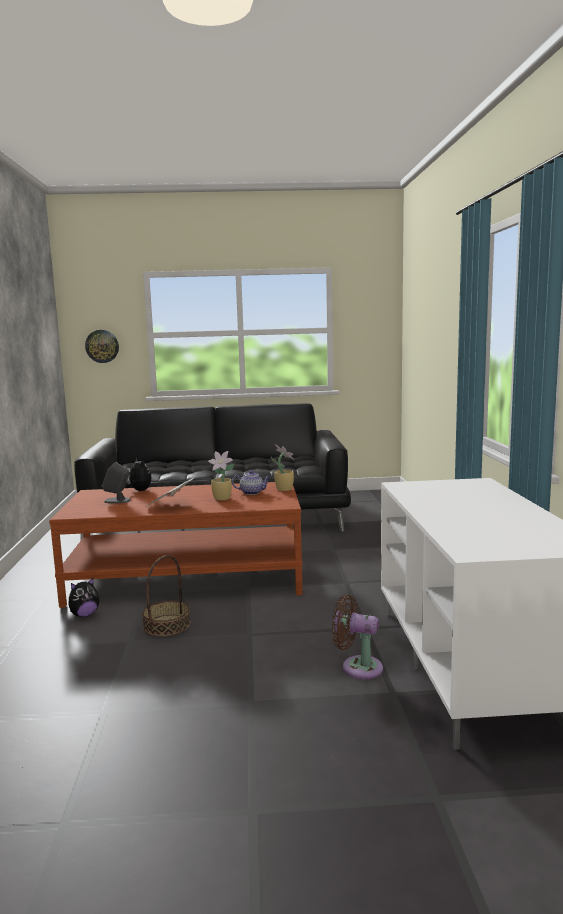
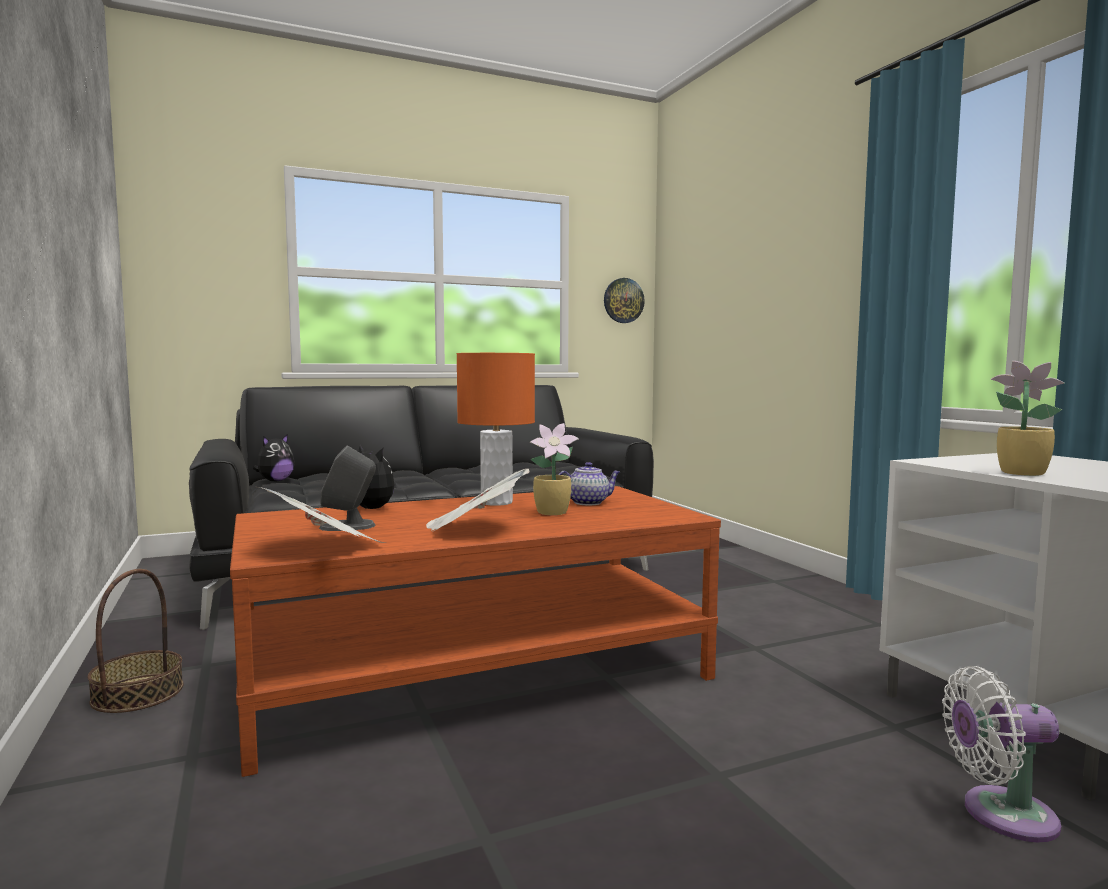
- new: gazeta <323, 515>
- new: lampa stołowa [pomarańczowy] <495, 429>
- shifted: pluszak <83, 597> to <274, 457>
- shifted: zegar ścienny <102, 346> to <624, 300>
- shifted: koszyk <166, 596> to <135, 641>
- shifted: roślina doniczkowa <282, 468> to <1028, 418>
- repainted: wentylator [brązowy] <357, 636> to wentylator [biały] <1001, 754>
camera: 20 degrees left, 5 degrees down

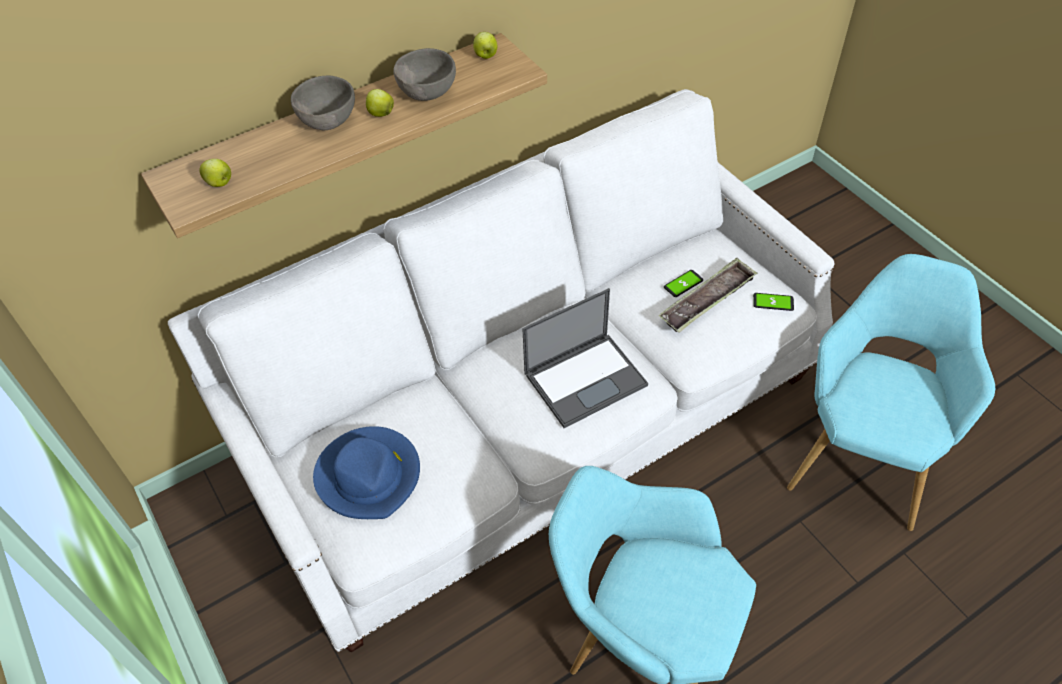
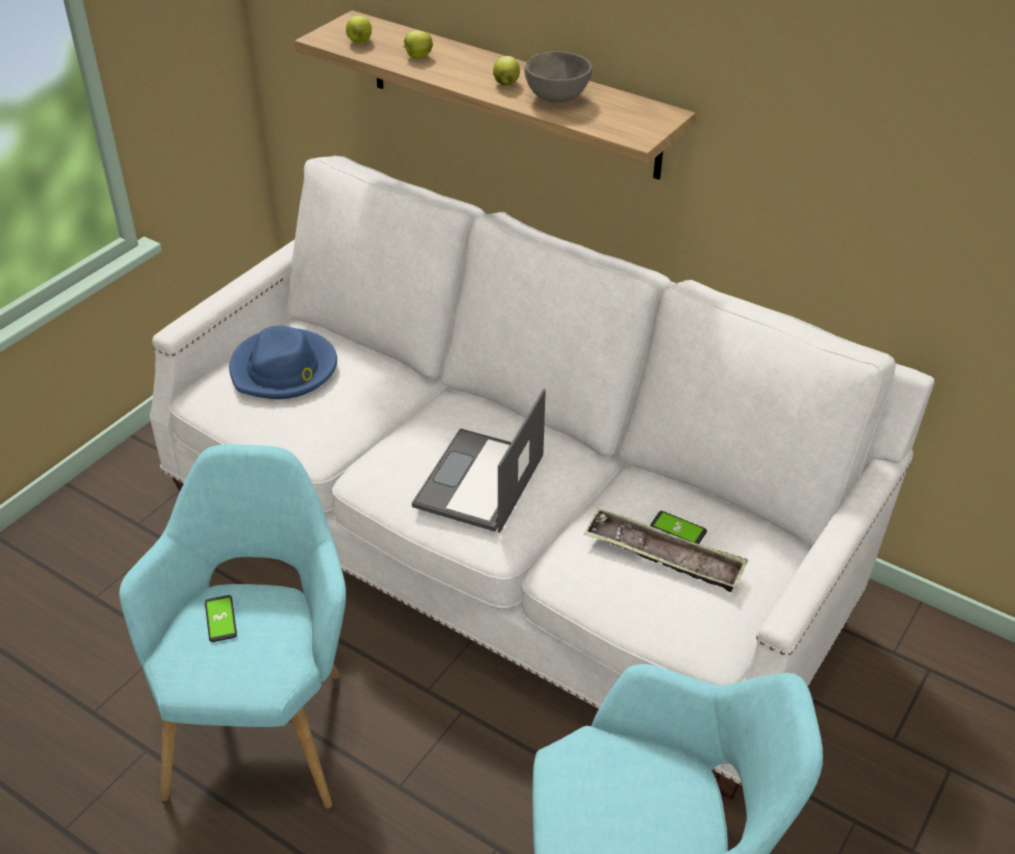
- gone: miska [szary] <323, 103>
- shifted: jabłko <485, 45> to <418, 44>
- shifted: telefon <773, 302> to <221, 618>
- rotated: laptop <585, 358> = <479, 460> 75 degrees clockwise
camera: 65 degrees right, 10 degrees down

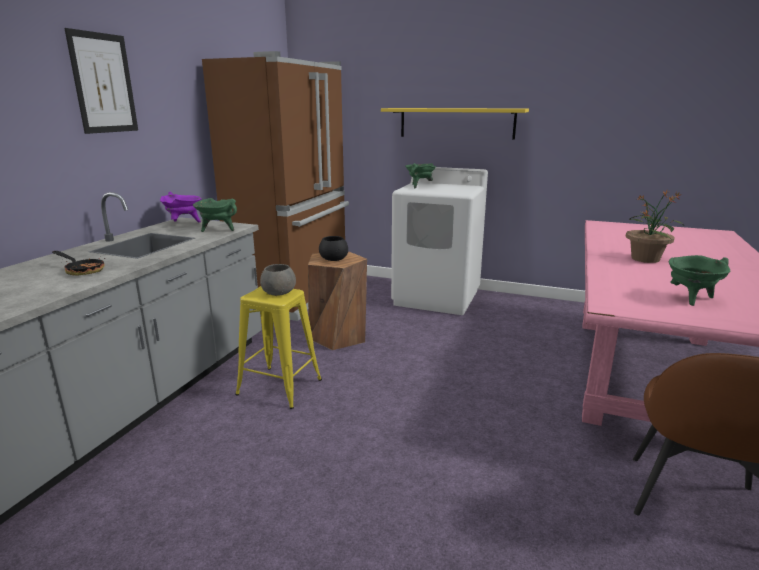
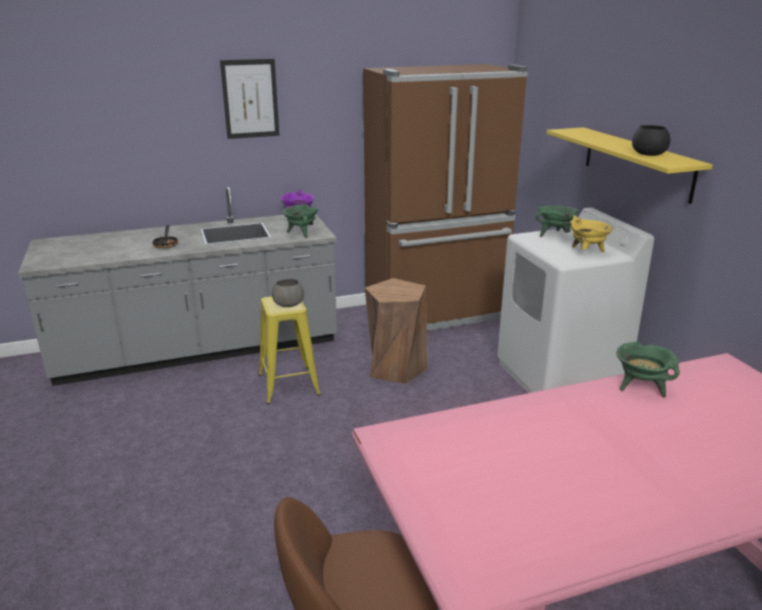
- gone: roślina doniczkowa <654, 226>
- new: garnek [żółty] <592, 233>
- shifted: miska [czarny] <333, 248> to <651, 140>
- shifted: garnek [zielony] <699, 280> to <648, 369>
camera: 50 degrees right, 5 degrees up

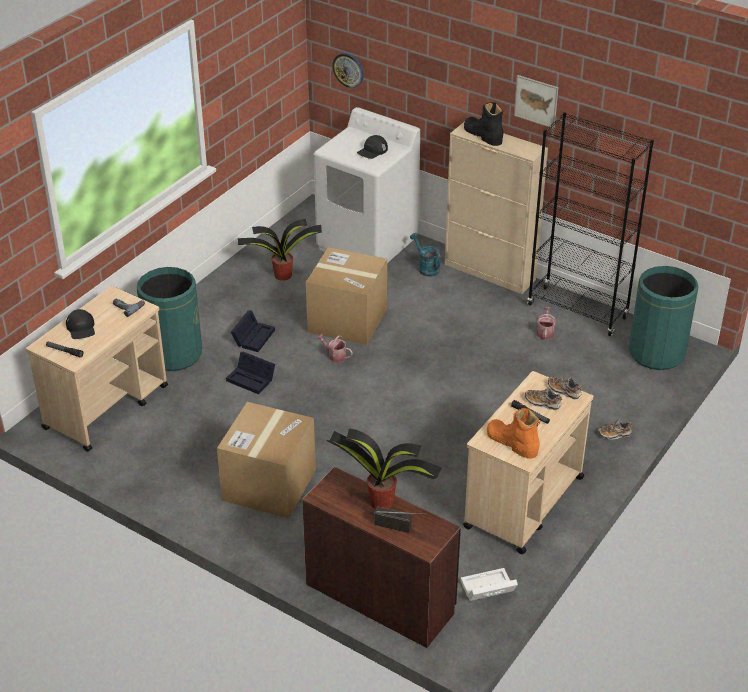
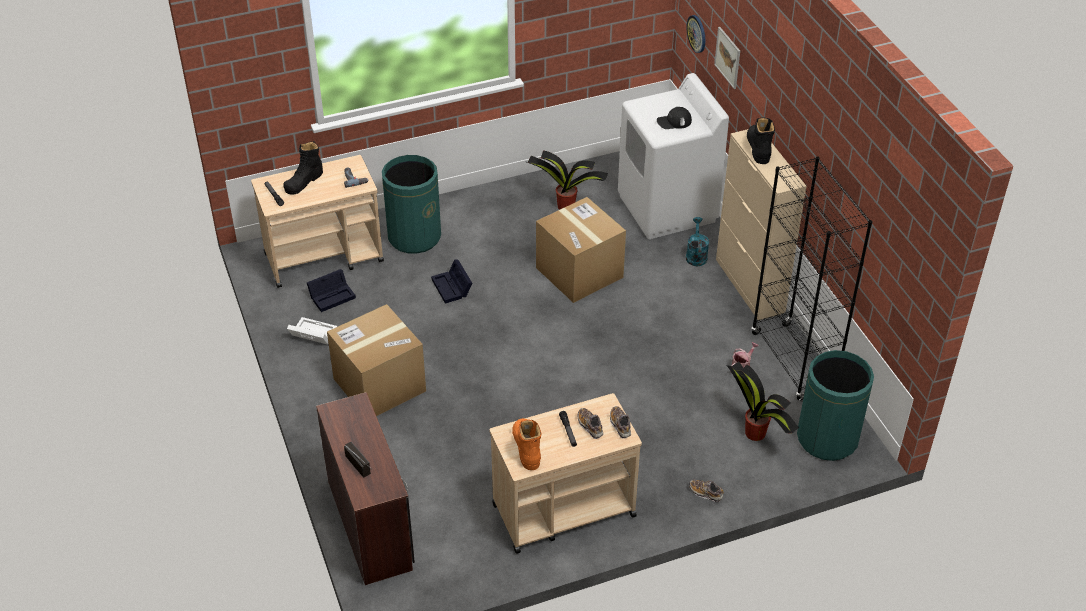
- gone: konewka <334, 348>
- shifted: pojemnik do przechowywania [czarny] <253, 331> to <331, 290>
- shifted: roślina doniczkowa <383, 468> to <763, 401>
- shifted: pojemnik do przechowywania [biały] <489, 584> to <312, 331>
- shifted: obraz <536, 102> to <727, 58>
- swapped: czapka z daszkiem [czarny] <80, 324> to but z cholewką [czarny] <303, 168>
camera: 35 degrees right, 5 degrees up

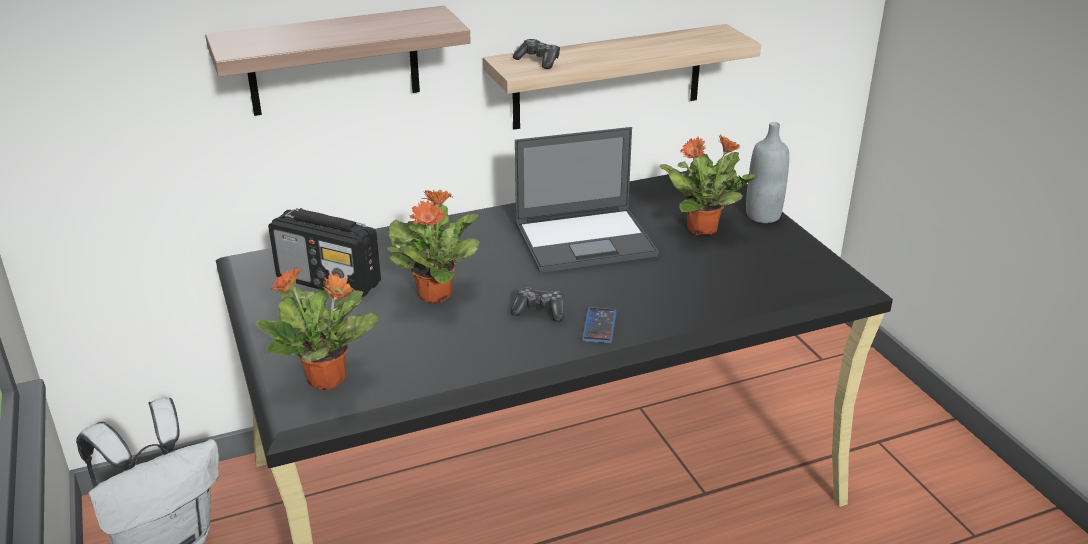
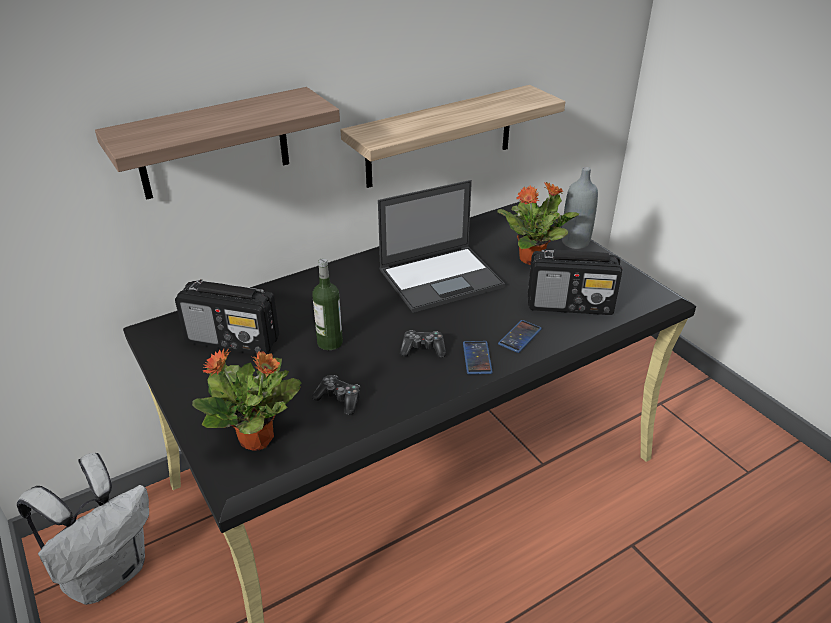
- new: telefon <520, 336>
- new: radio <575, 282>
- shifted: pad do gier <536, 54> to <336, 395>
- swapped: roślina doniczkowa <433, 246> to butelka <327, 304>
camera: 10 degrees left, 5 degrees up

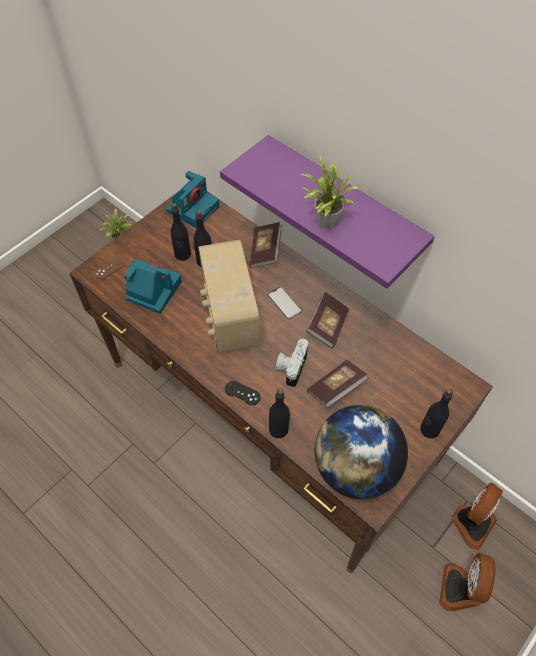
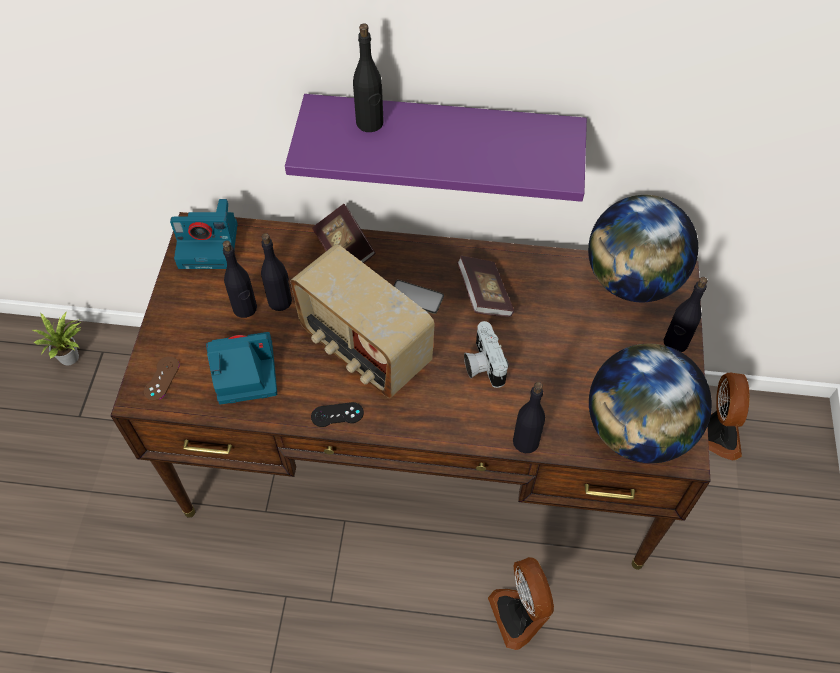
- gone: roślina doniczkowa <330, 191>
- gone: książka <337, 384>
- new: butelka [czarny] <368, 77>
- new: globus <643, 248>
- shifted: pad do gier [czarny] <243, 393> to <337, 414>
- shifted: wentylator <467, 582> to <521, 603>
- rotated: aparat fotograficzny <192, 200> = <204, 234> 90 degrees clockwise
camera: 35 degrees left, 0 degrees up

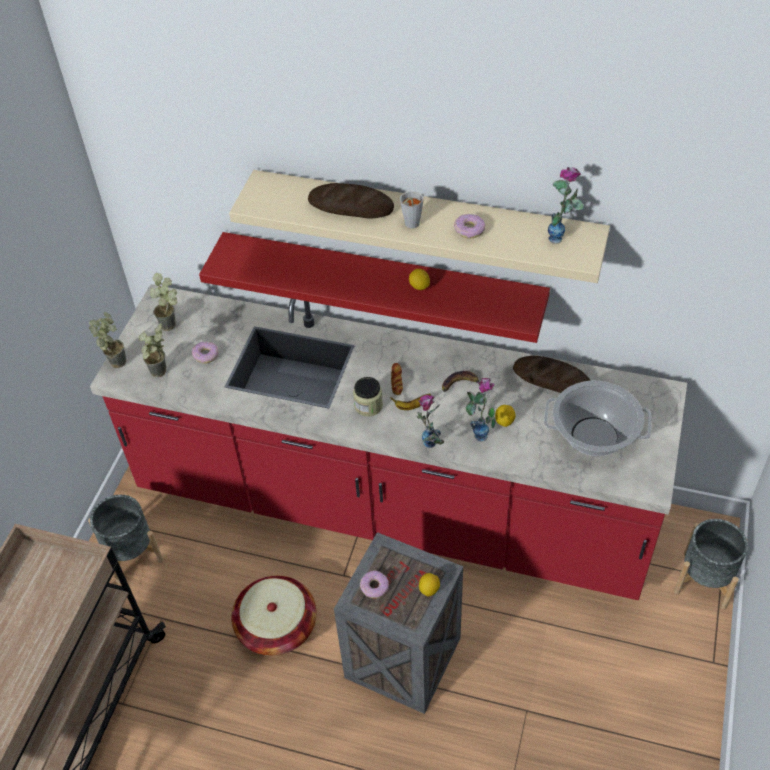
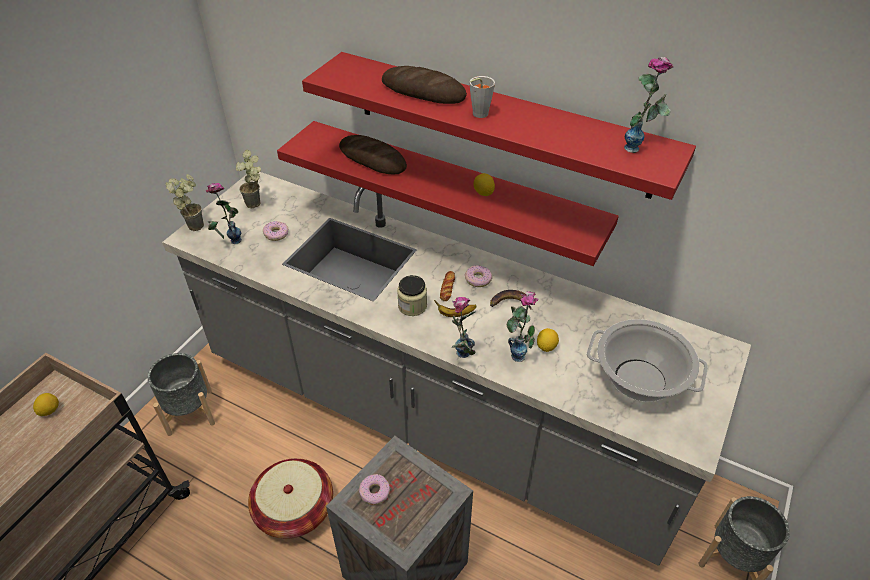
- shifted: cytryna <429, 584> to <46, 404>
- shifted: donut <470, 226> to <478, 276>
- shifted: chleb <552, 374> to <373, 154>
- swapped: roślina doniczkowa <152, 350> to wazon <224, 213>
- repainted: zabudowa kuchenna [czerwony] <388, 442> to zabudowa kuchenna [szary] <456, 369>
- repainted: półka [beżowy] <419, 226> to półka [czerwony] <499, 126>
camera: 10 degrees right, 5 degrees down

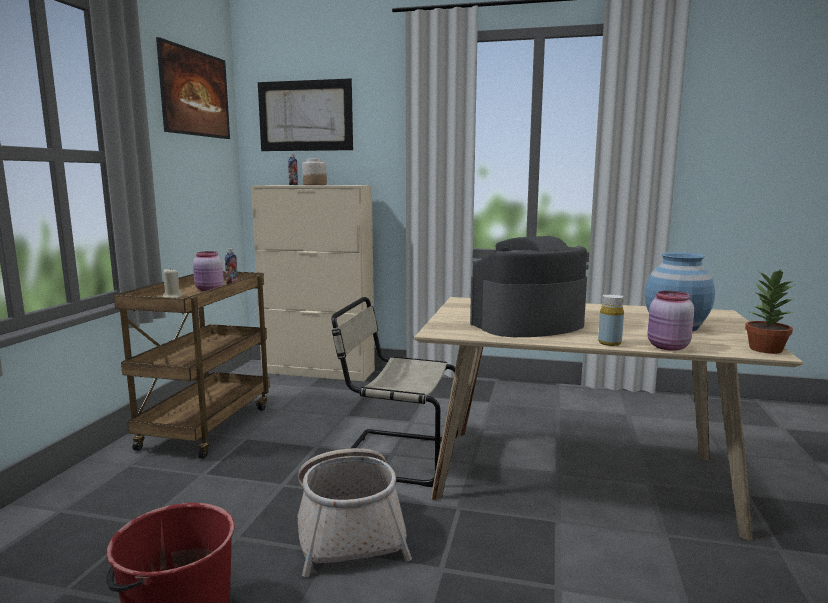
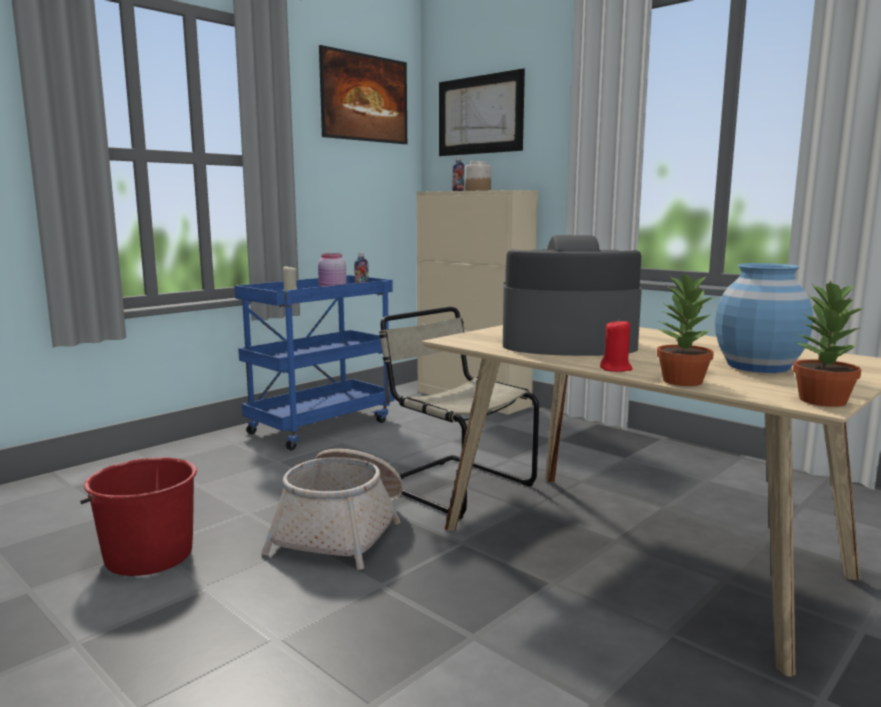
- swapped: butelka [żółty] <611, 320> to świeca [czerwony] <616, 345>
- swapped: słoik [różowy] <670, 321> to roślina doniczkowa <686, 330>
- repainted: wózek [brązowy] <192, 365> to wózek [niebieski] <314, 362>
camera: 30 degrees right, 0 degrees up

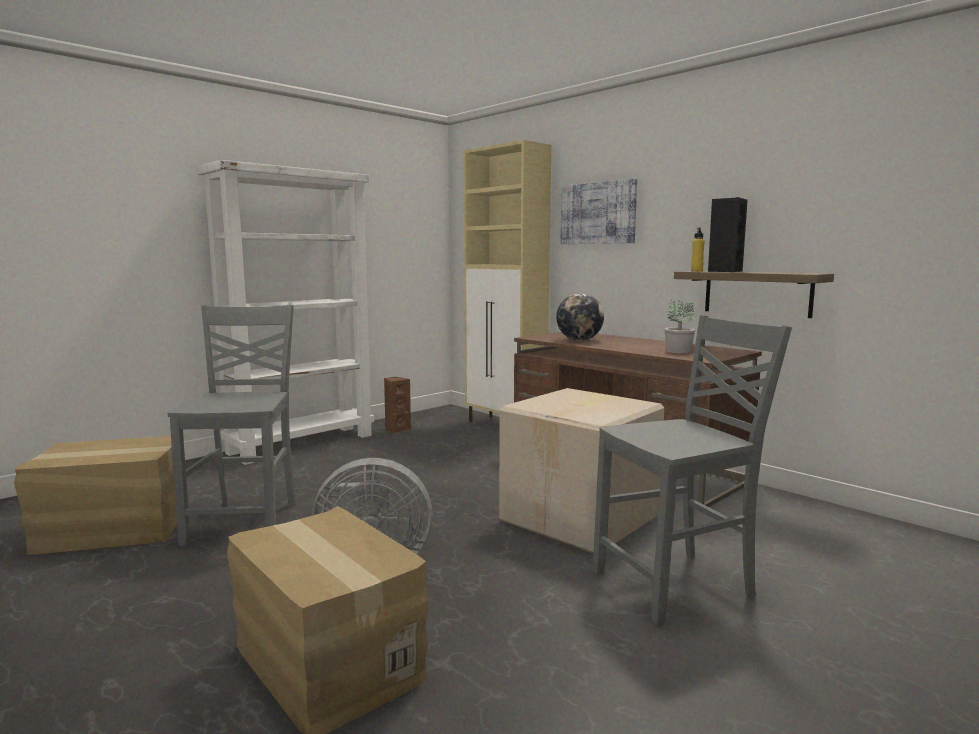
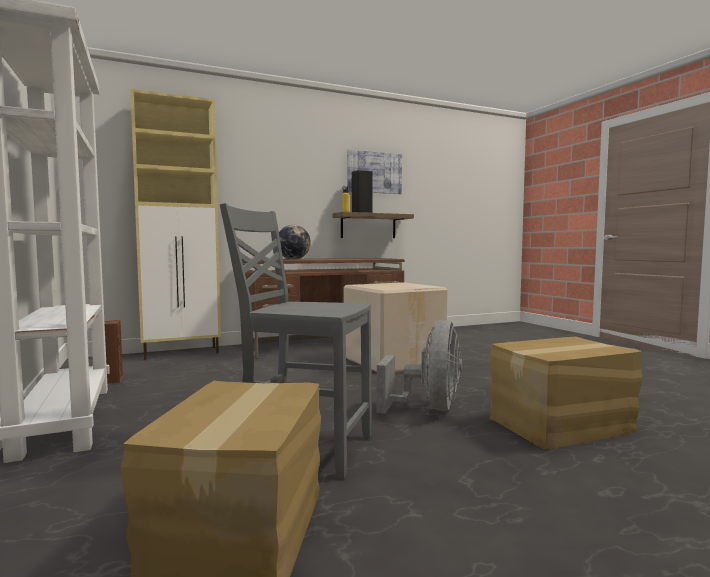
- gone: krzesło [szary] <692, 470>
- gone: roślina doniczkowa <680, 326>
- shifted: obraz <599, 211> to <374, 171>
camera: 70 degrees left, 5 degrees down

